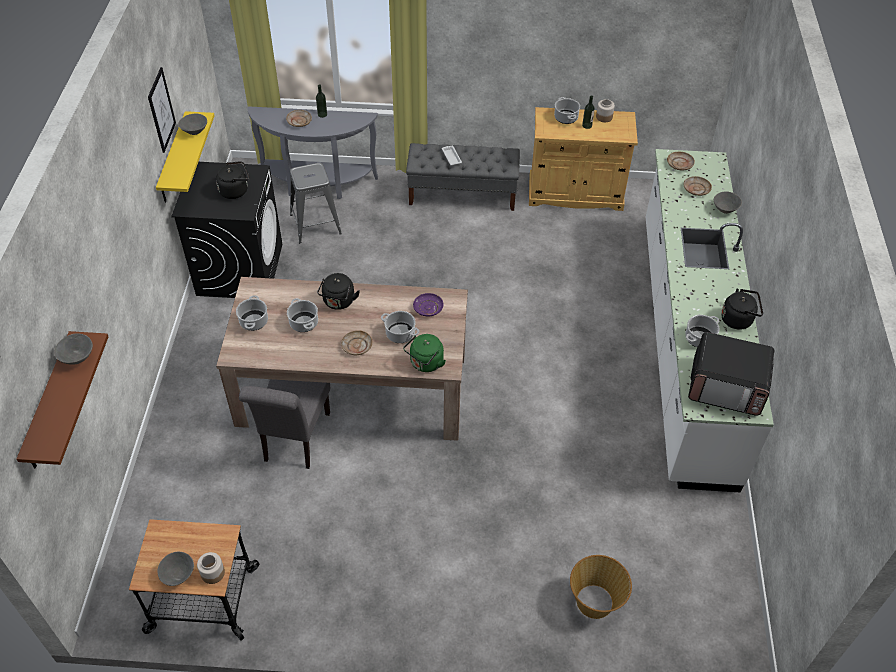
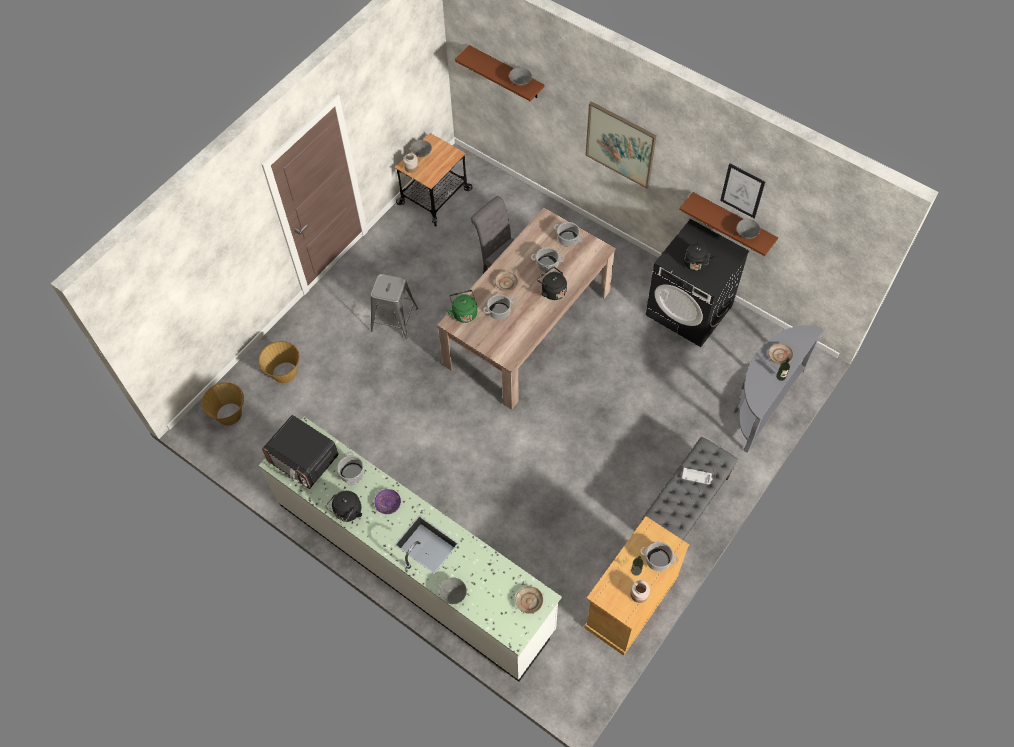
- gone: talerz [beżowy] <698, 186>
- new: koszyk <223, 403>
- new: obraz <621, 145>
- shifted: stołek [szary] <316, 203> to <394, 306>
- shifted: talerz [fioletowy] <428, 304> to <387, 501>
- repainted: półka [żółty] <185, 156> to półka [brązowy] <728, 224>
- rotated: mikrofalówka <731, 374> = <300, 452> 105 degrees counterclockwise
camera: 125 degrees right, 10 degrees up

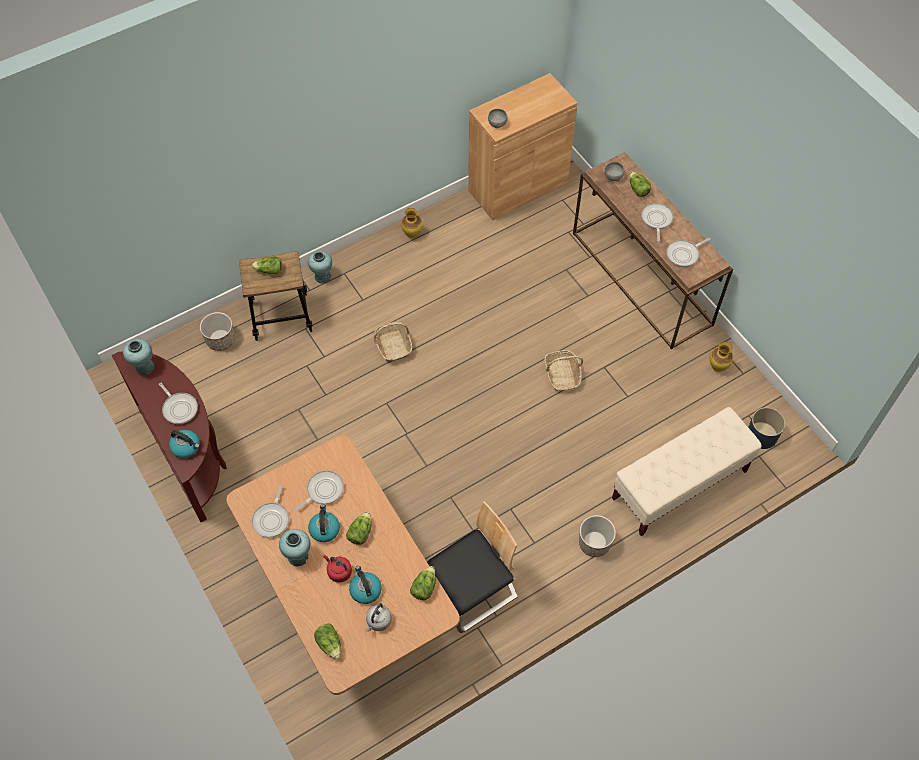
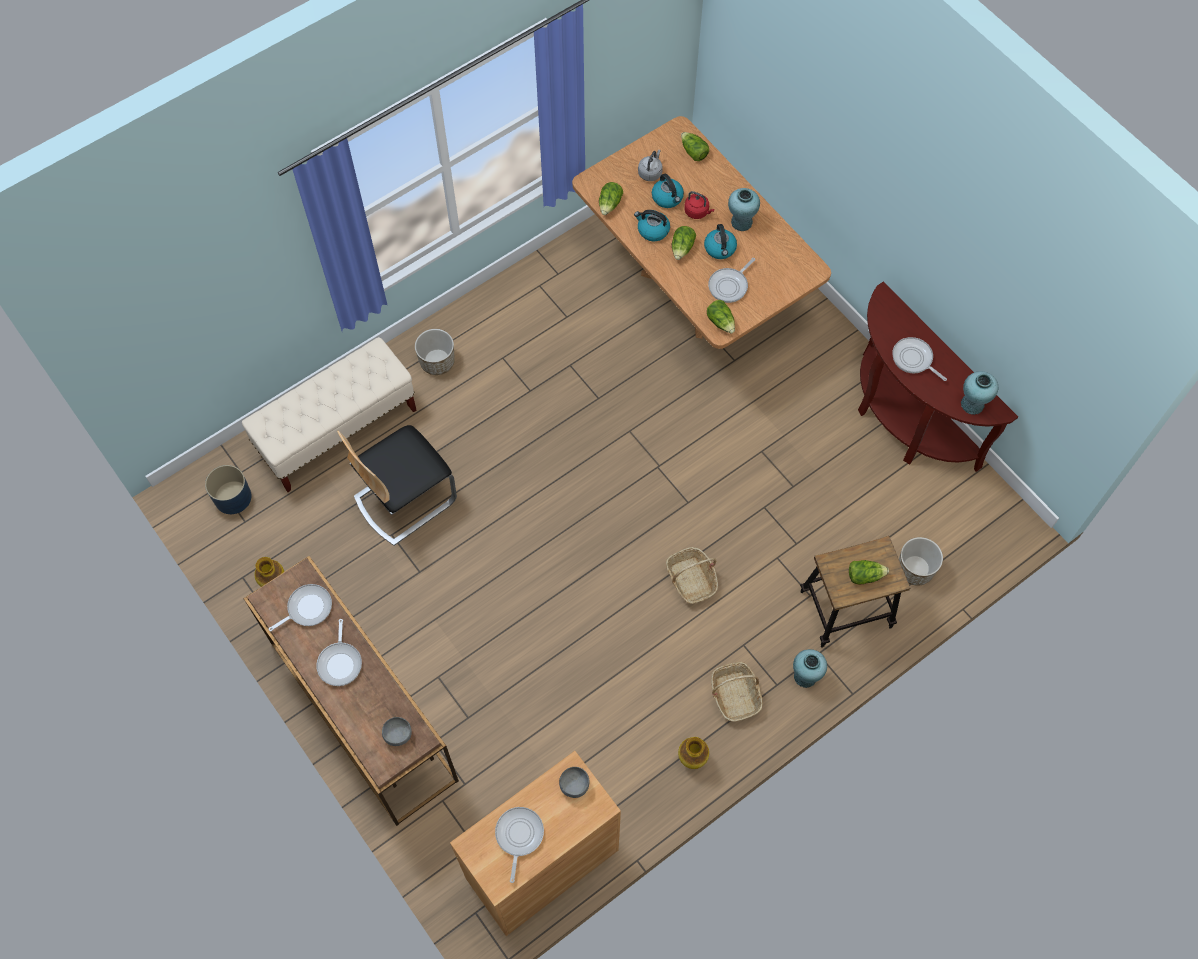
- shifted: czajnik <184, 444> to <652, 225>
- shifted: patelnia <270, 511> to <519, 845>
- shifted: krzesło <472, 567> to <397, 485>
- shifted: koszyk <563, 370> to <737, 692>
- shifted: sałata <640, 184> to <721, 317>
camera: 175 degrees right, 5 degrees up

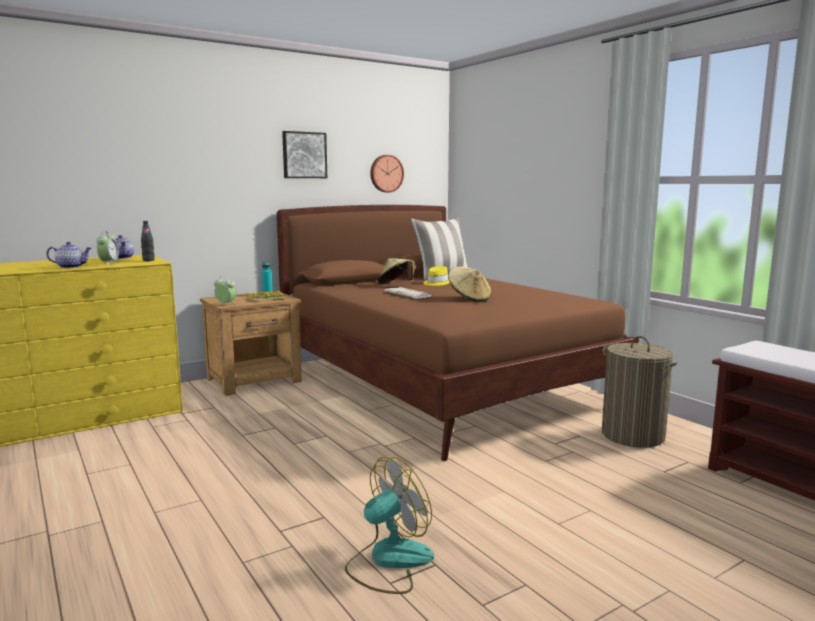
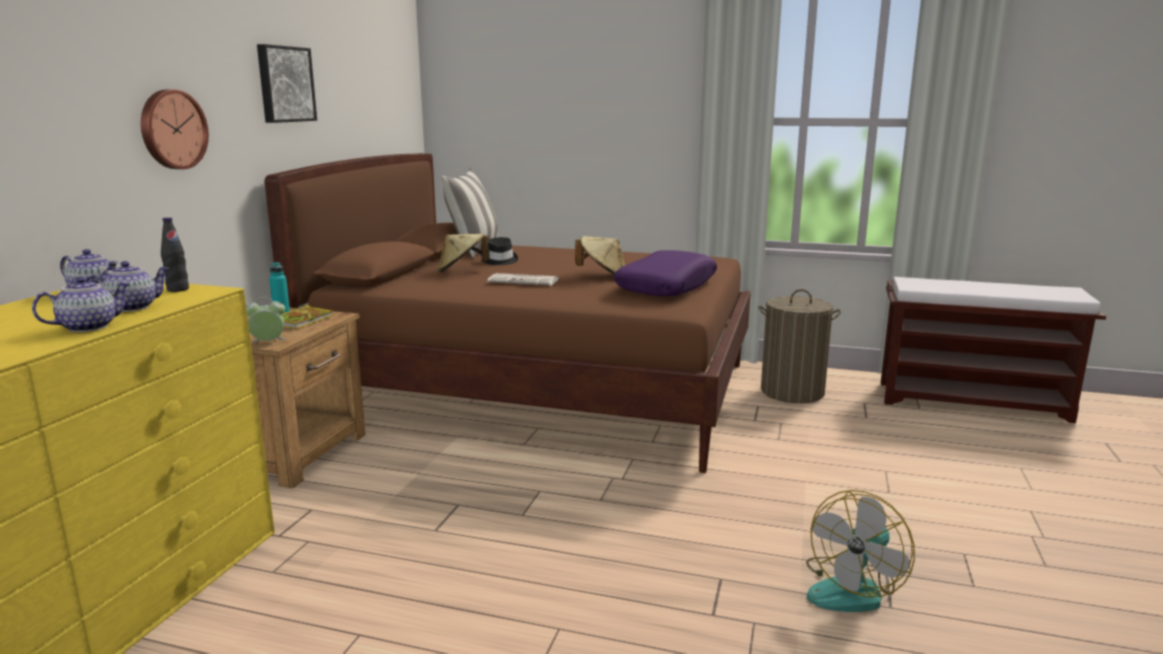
- new: poduszka [fioletowy] <665, 273>
- shifted: zegar ścienny <387, 173> to <175, 129>
- swapped: budzik <108, 248> to imbryk <127, 286>
- repainted: kapelusz [żółty] <436, 276> to kapelusz [czarny] <501, 251>
- rotated: wentylator <389, 525> = <860, 551> 150 degrees counterclockwise
camera: 40 degrees left, 5 degrees up

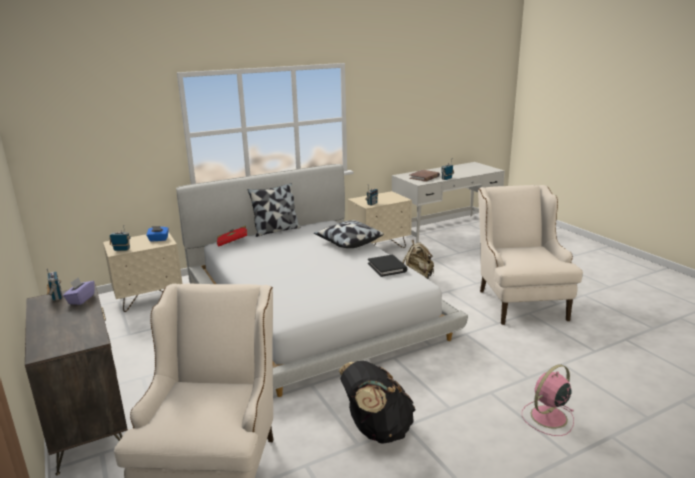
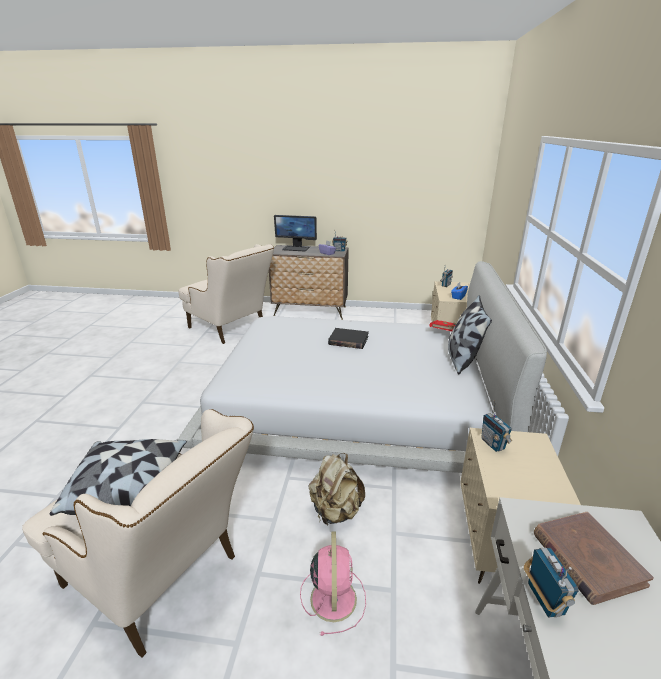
- gone: plecak [czarny] <377, 402>
- new: monitor <295, 233>
- shifted: poduszka <349, 234> to <118, 477>
- shifted: książka [czarny] <387, 266> to <348, 338>
- shifted: wentylator [różowy] <548, 400> to <333, 583>
camera: 125 degrees right, 5 degrees up

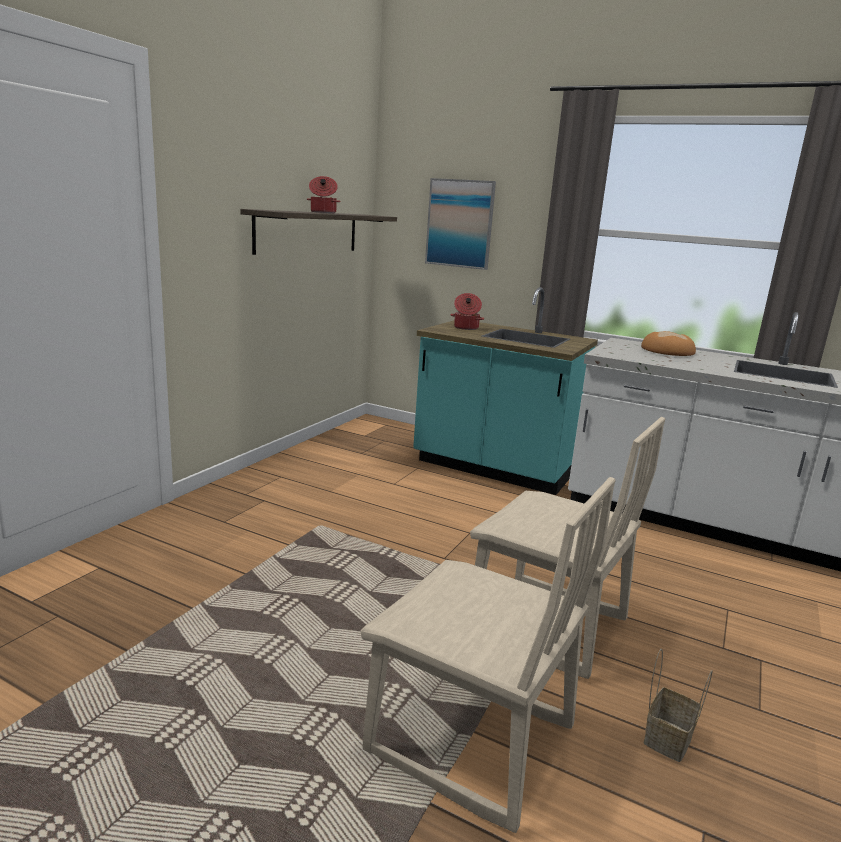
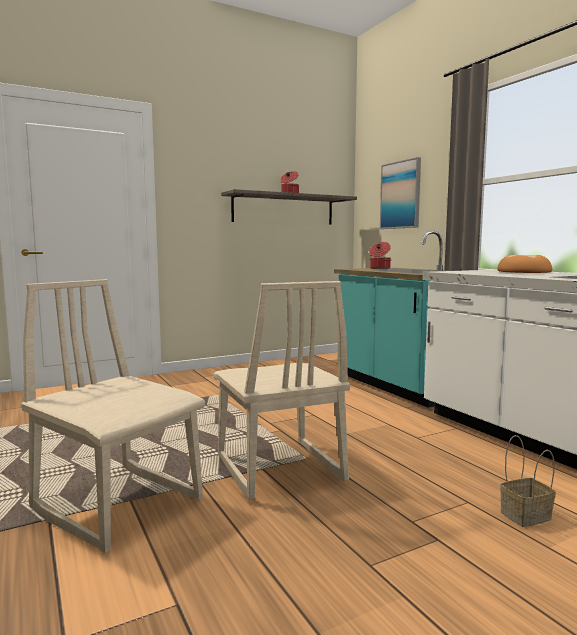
- shifted: koszyk <678, 705> to <528, 481>
- rotated: krzesło [beżowy] <488, 655> = <113, 416> 150 degrees clockwise
camera: 35 degrees right, 10 degrees down

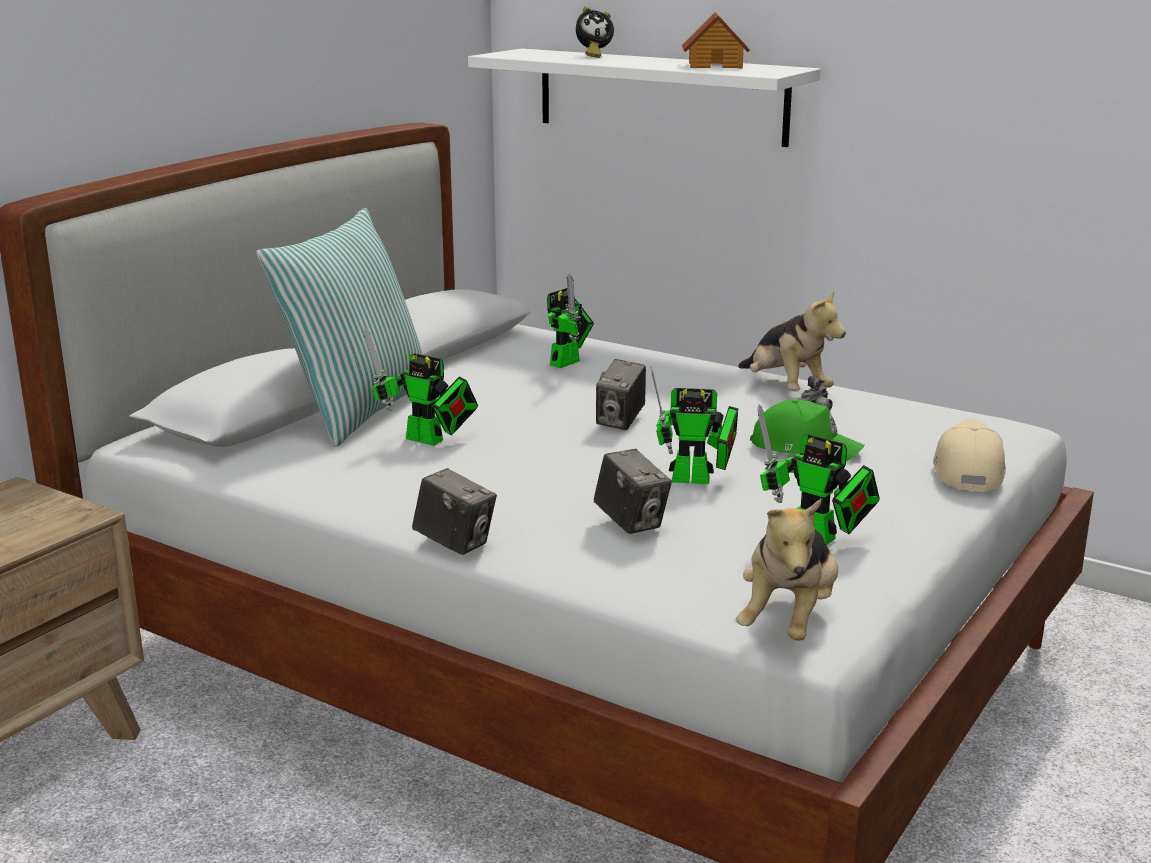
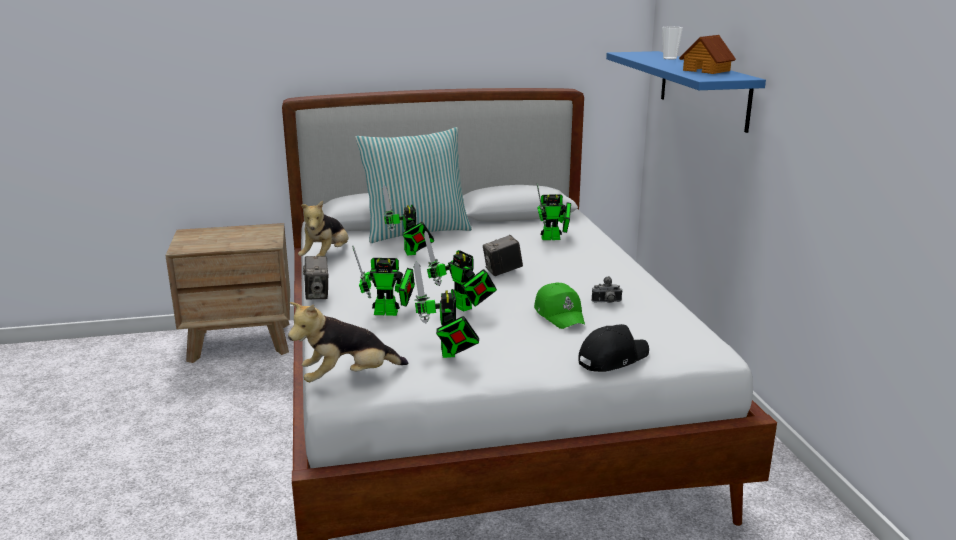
- shifted: pluszak <792, 340> to <323, 228>
- swapped: budzik <595, 32> to filiżanka <672, 43>
- swapped: aparat fotograficzny <633, 491> to robot zabawkowy <383, 281>
- repainted: półka [biały] <644, 98> to półka [niebieski] <686, 92>
- repainted: czapka z daszkiem [beżowy] <969, 455> to czapka z daszkiem [czarny] <613, 348>
camera: 45 degrees right, 0 degrees up

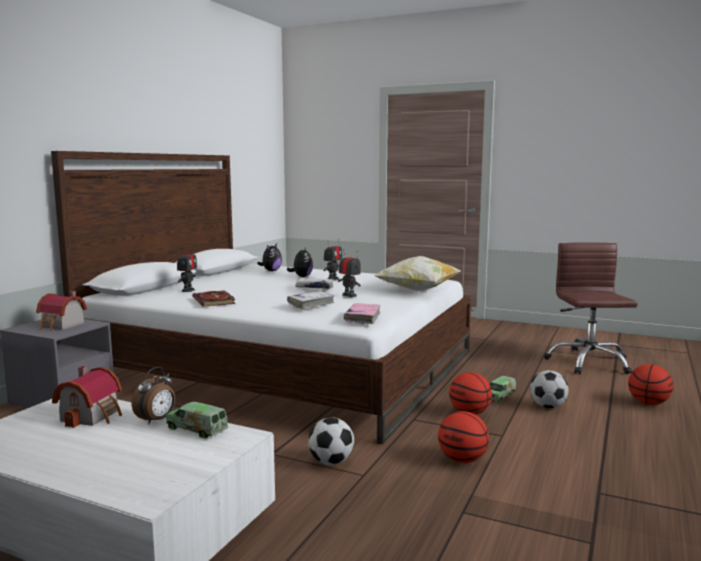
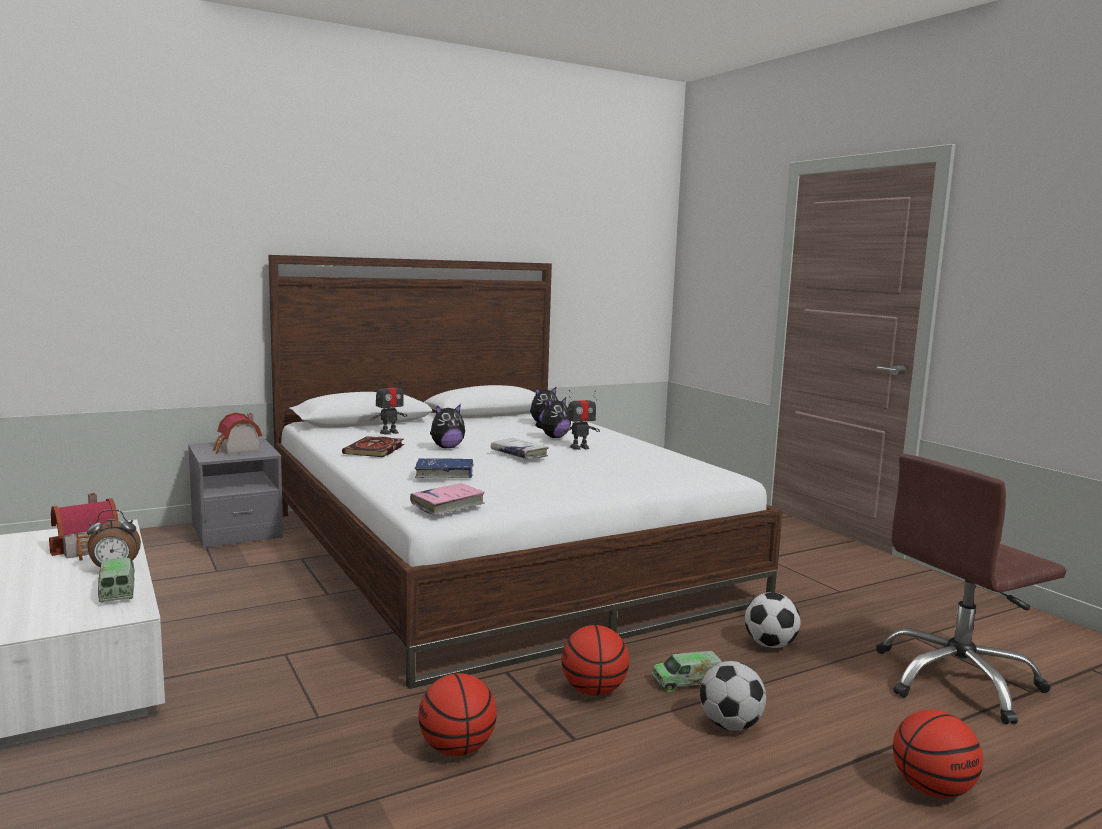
- gone: robot zabawkowy <349, 273>
- gone: poduszka <418, 273>
- new: pluszak <447, 426>
- shifted: piłka futbolowa <331, 441> to <773, 620>
- repainted: książka [biały] <311, 300> to książka [niebieski] <444, 468>
- rotated: krzesło biurowe [brązowy] <591, 308> = <971, 589> 150 degrees counterclockwise
camera: 35 degrees right, 0 degrees up

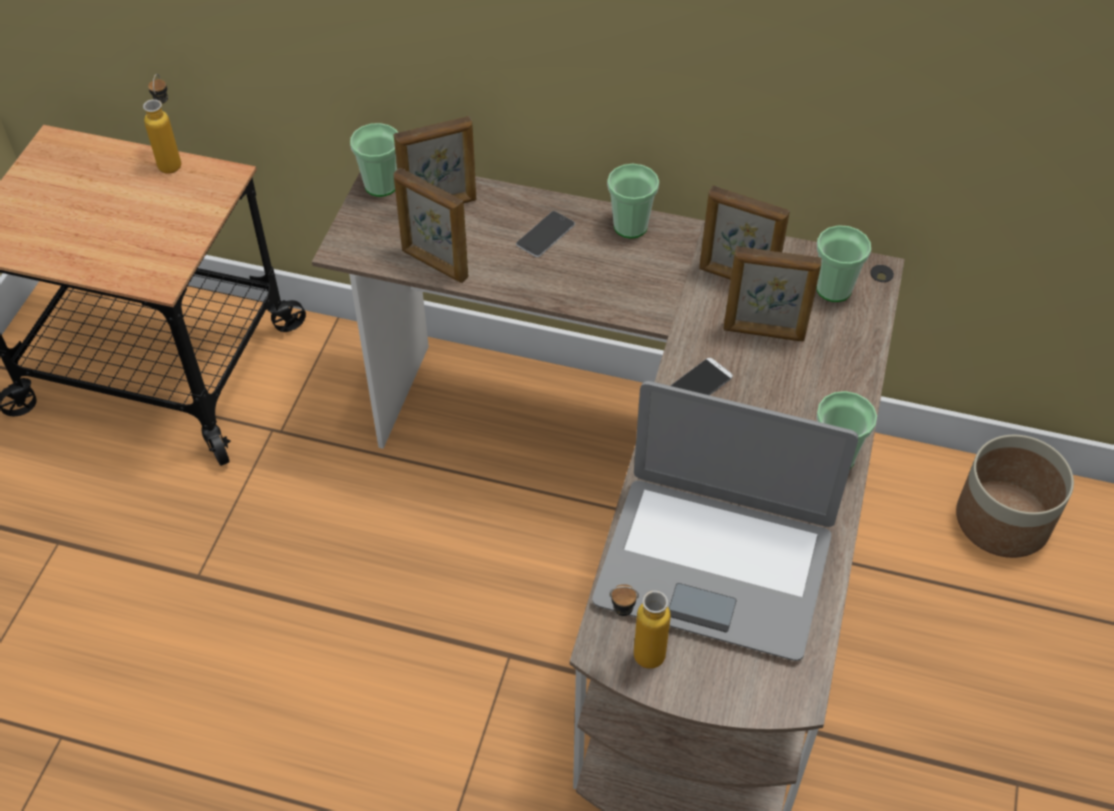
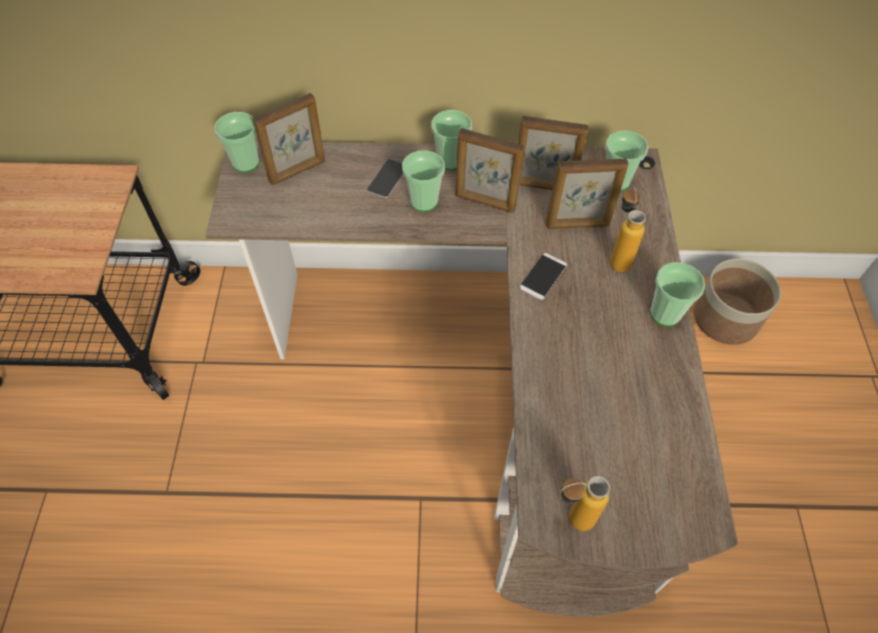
- gone: laptop <725, 521>
- new: filiżanka <423, 181>
- shifted: butelka <162, 124> to <628, 228>
- shifted: ramka na zdjęcie <431, 225> to <490, 170>
camera: 15 degrees left, 5 degrees up

